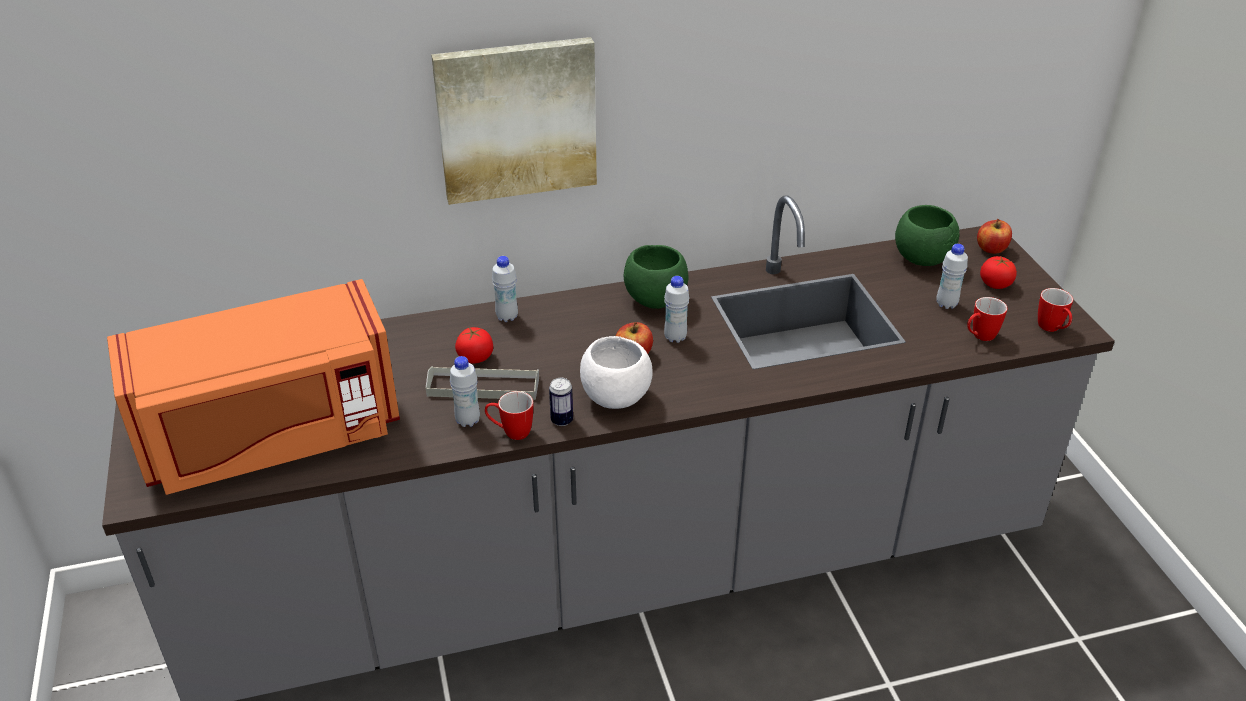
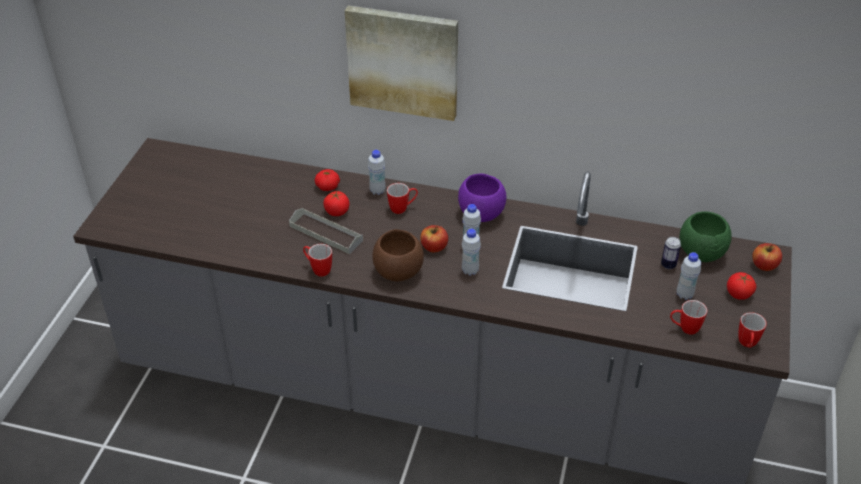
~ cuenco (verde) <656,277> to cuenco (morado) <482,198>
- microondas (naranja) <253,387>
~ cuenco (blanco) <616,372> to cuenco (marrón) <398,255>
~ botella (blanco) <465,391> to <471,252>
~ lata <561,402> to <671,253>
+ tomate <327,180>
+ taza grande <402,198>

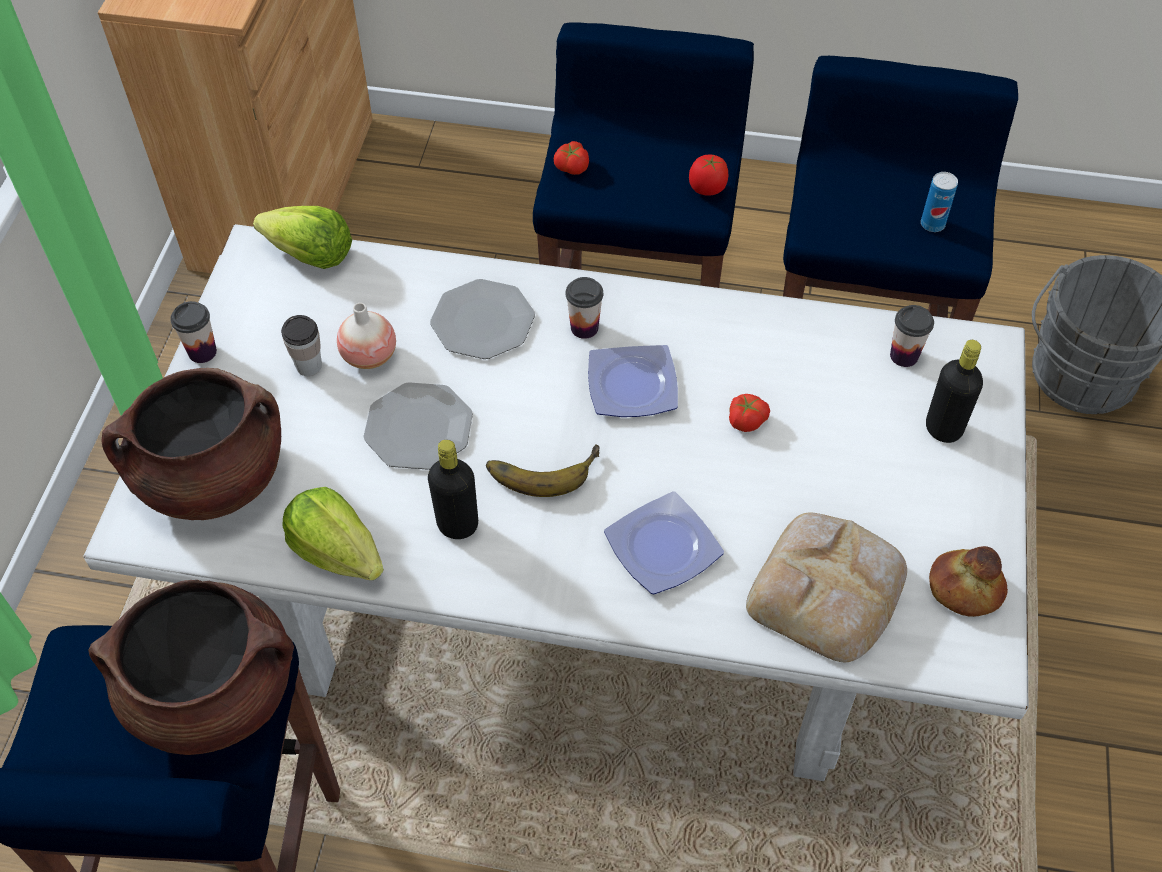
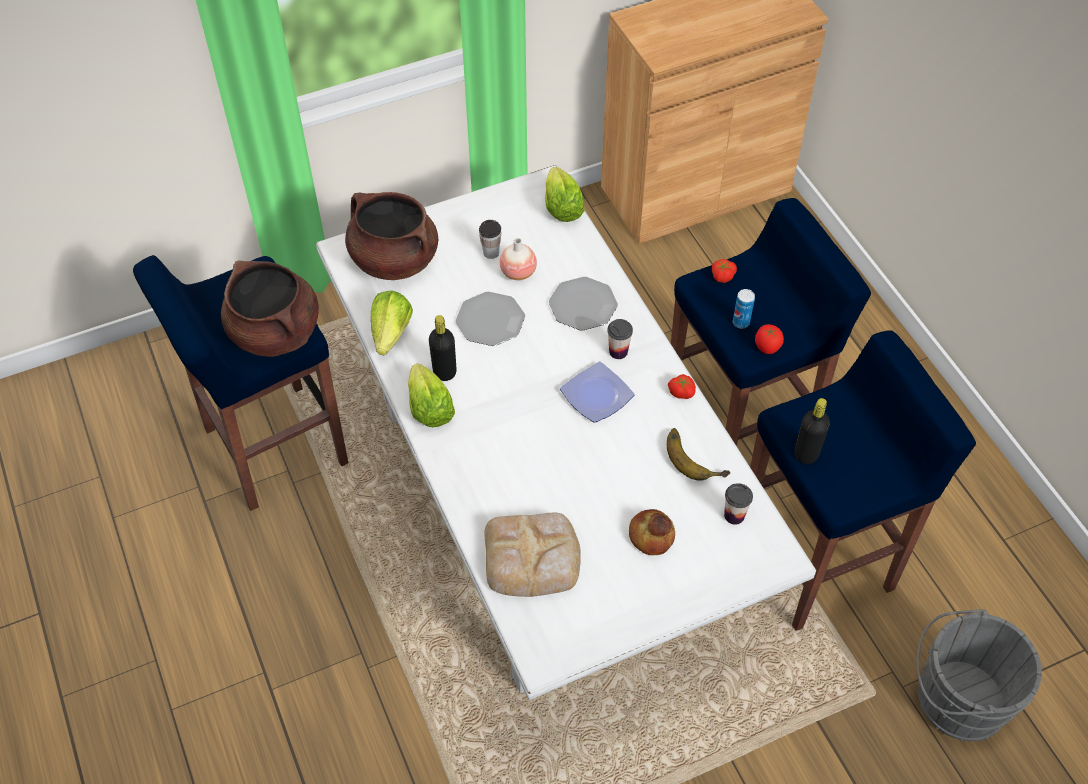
~ lata <939,202> to <744,308>
- taza <193,332>
~ botella (negro) <954,391> to <812,431>
~ tomate <749,413> to <682,386>
~ plátano <543,470> to <698,454>
- plato <664,542>
~ pan <968,581> to <652,532>
+ lechuga <431,395>

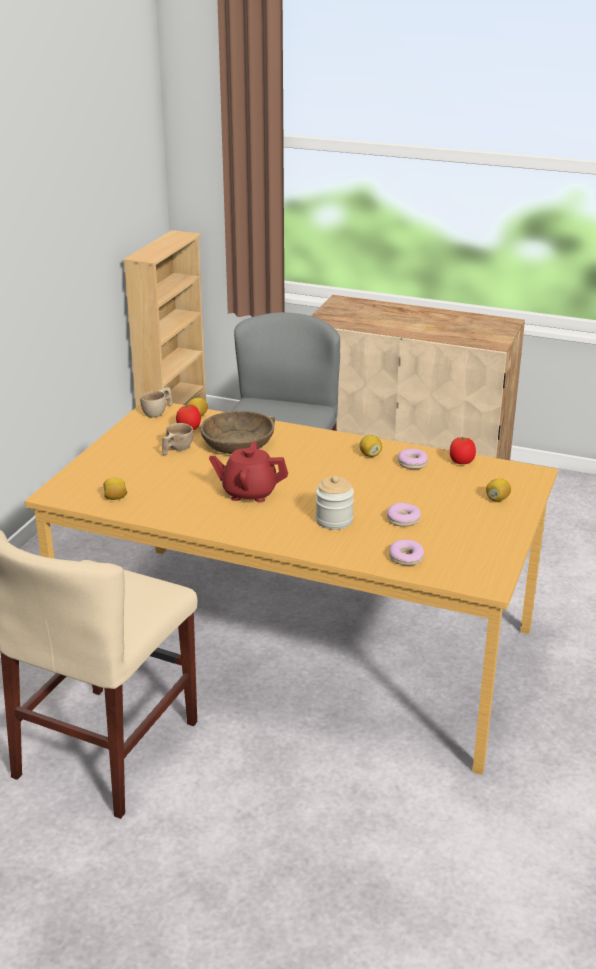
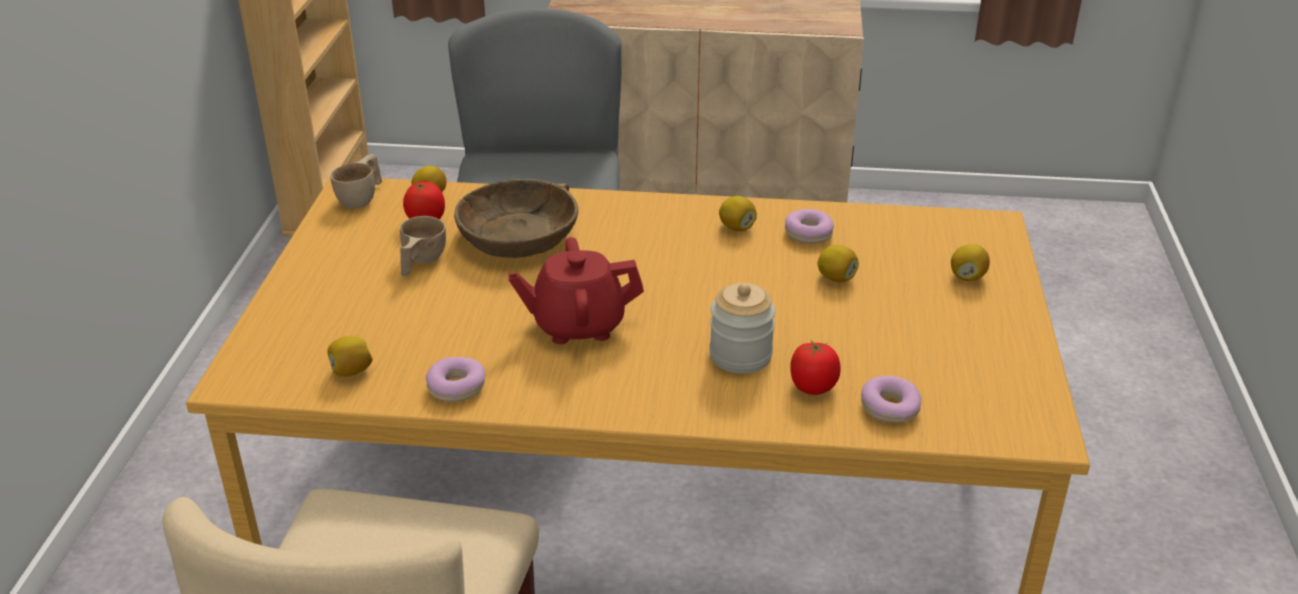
~ tomate <463,450> to <815,368>
~ rosquilla <404,515> to <455,379>
+ limón <838,263>

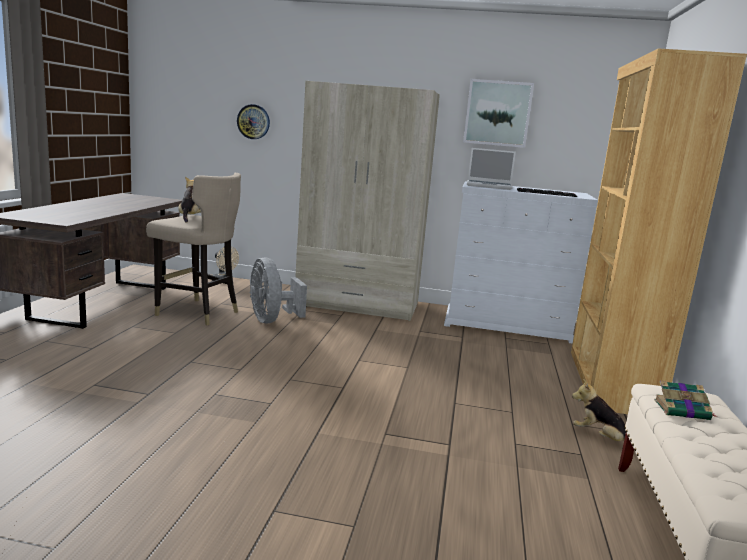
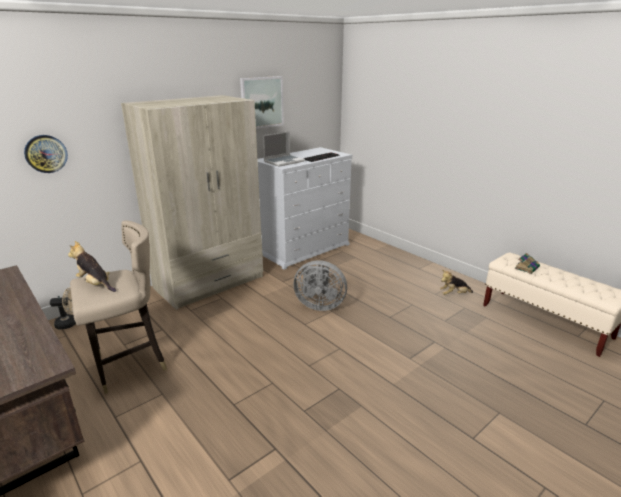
- estantería (marrón) <659,231>
~ ventilador (gris) <278,291> to <320,285>

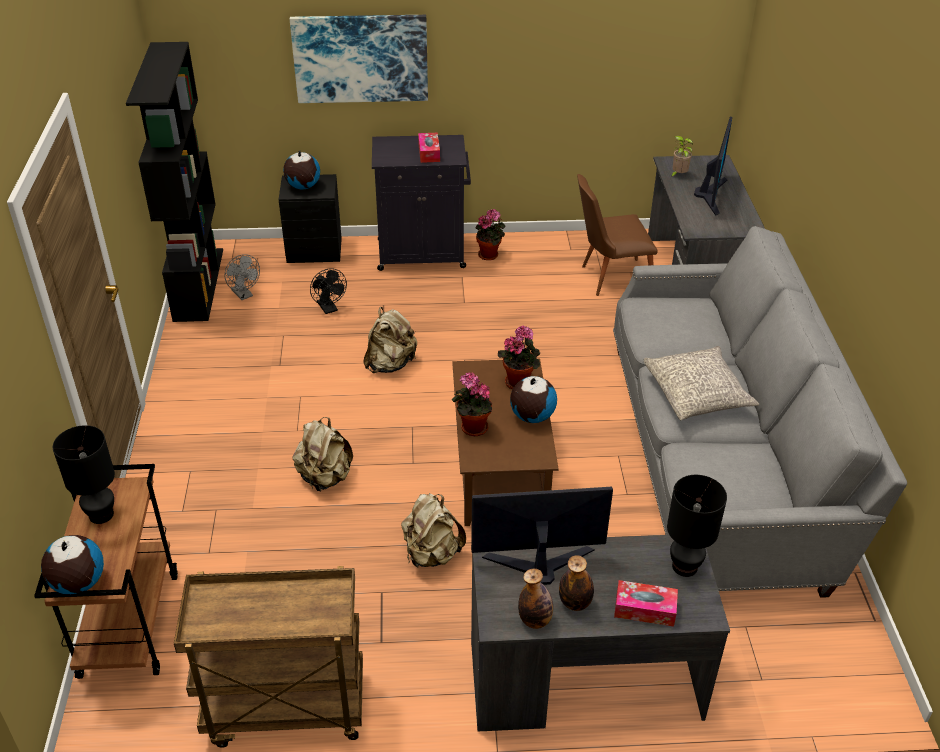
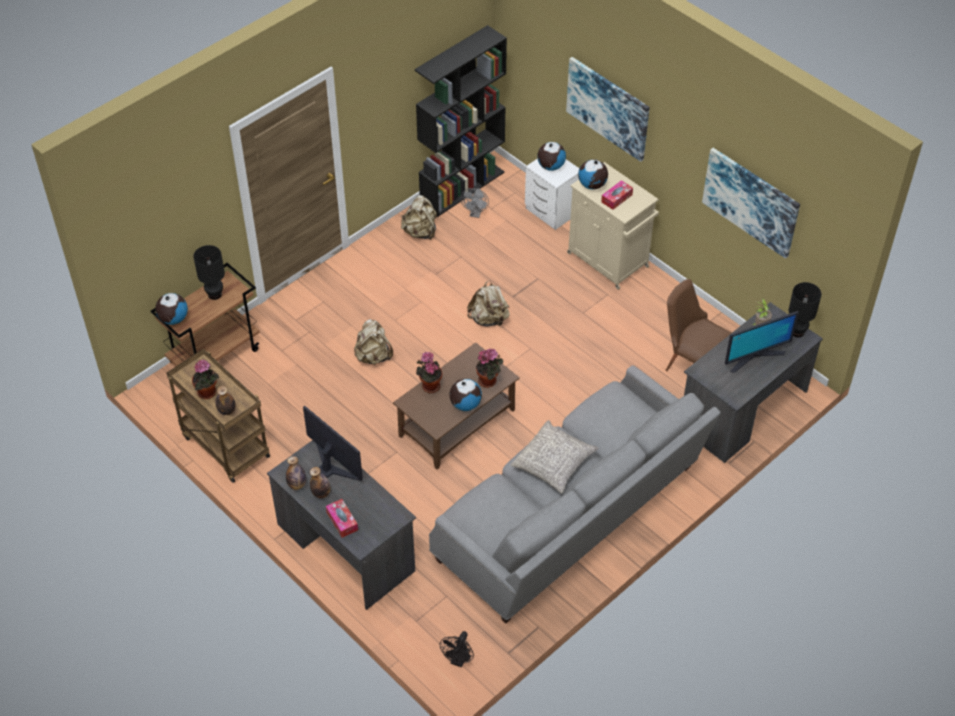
~ armario (negro) <421,203> to armario (beis) <613,226>
~ mesita de noche (negro) <310,218> to mesita de noche (blanco) <552,194>
~ planta en maceta <490,234> to <205,379>
~ ventilador (negro) <328,291> to <457,649>
~ lámpara de mesa (negro) <697,526> to <805,309>
~ mochila (beis) <433,530> to <419,217>
+ cuadro <751,203>
+ globo terráqueo <593,174>
+ botella <226,400>

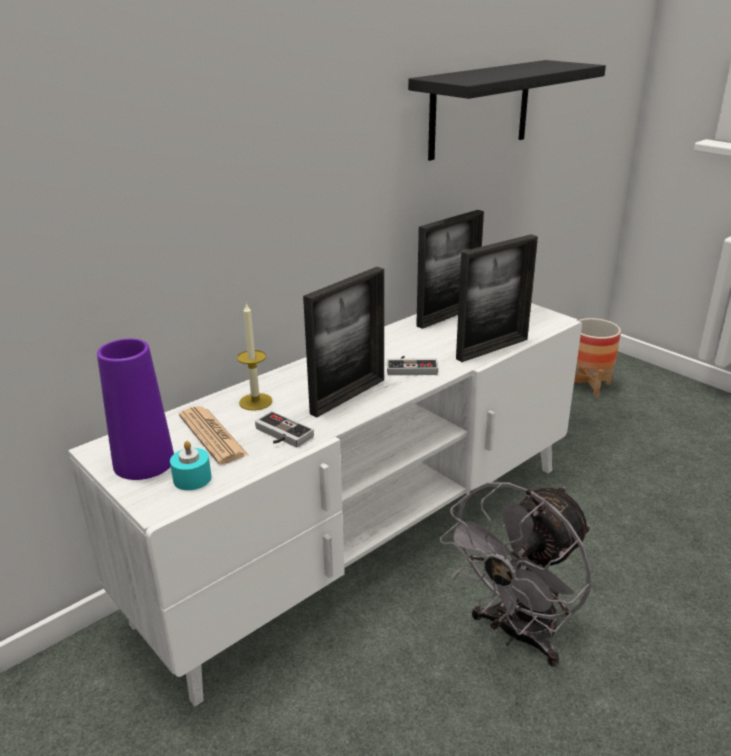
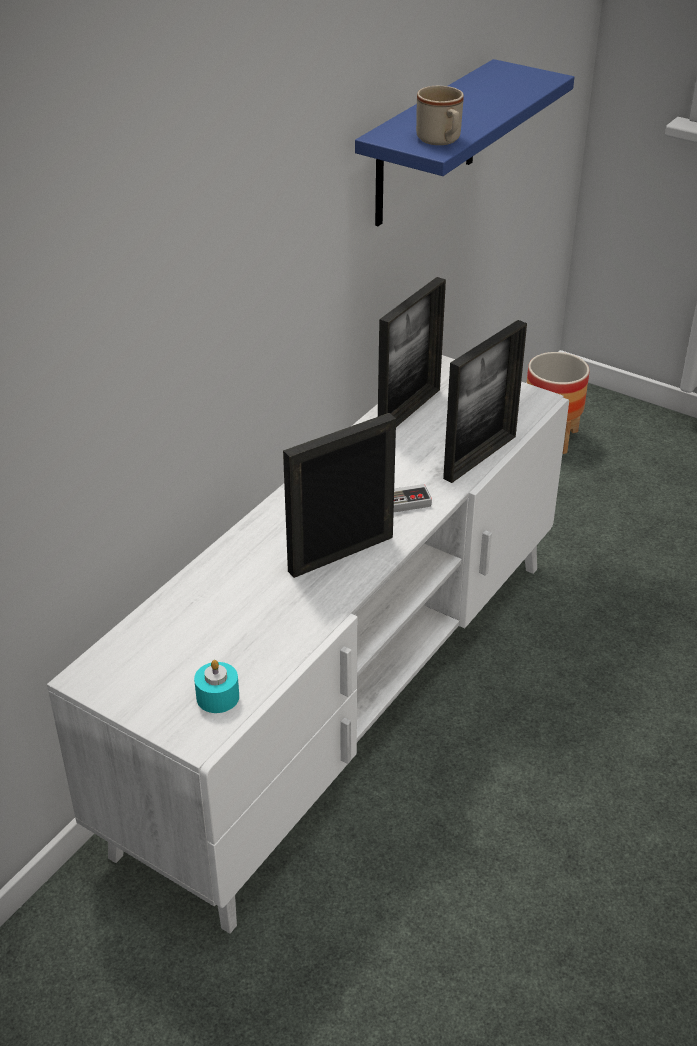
~ estante (negro) <507,110> to estante (azul) <464,142>
~ portarretratos <343,342> = <339,495> 150 degrees counterclockwise
- vela <255,356>
- florero (morado) <135,409>
- periódico <213,435>
- mando de consola <284,429>
- ventilador (gris) <515,574>
+ taza grande (beis) <440,115>

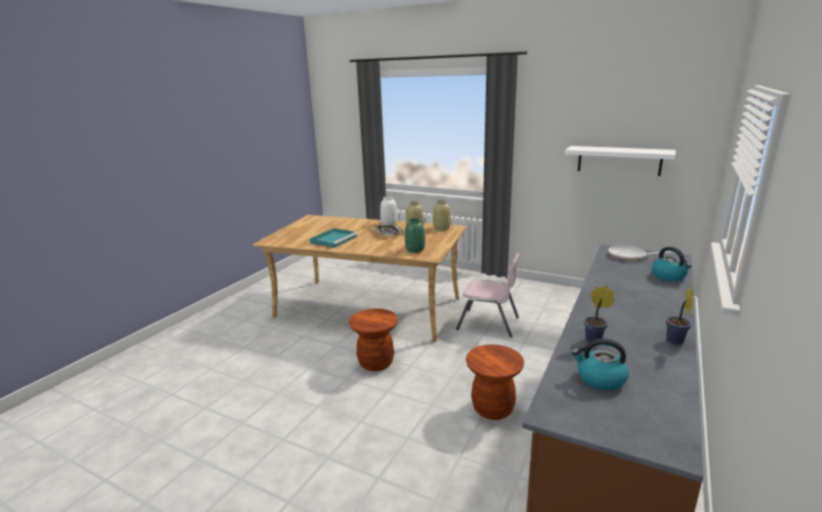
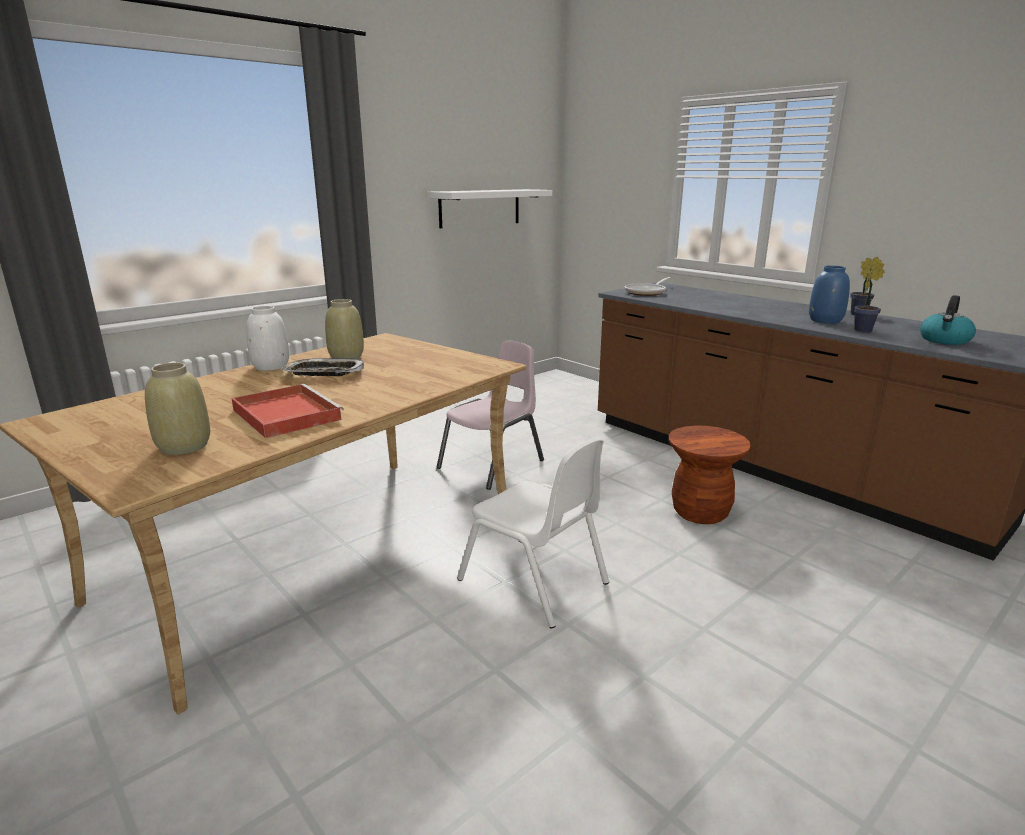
~ florero (beis) <442,215> to <177,409>
- florero (verde) <415,235>
~ bandeja (turquesa) <334,238> to bandeja (rojo) <287,411>
- hervidor <672,264>
~ taburete (marrón) <373,340> to silla (blanco) <533,532>
+ florero (azul) <829,295>

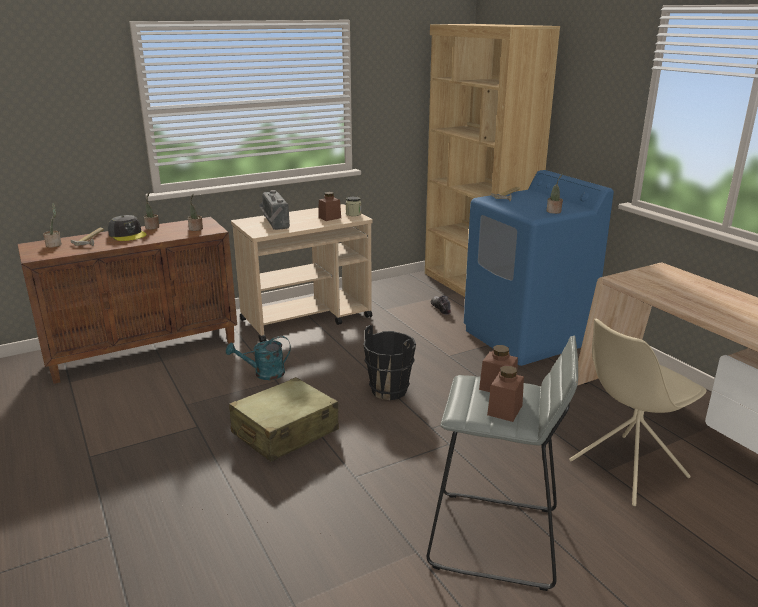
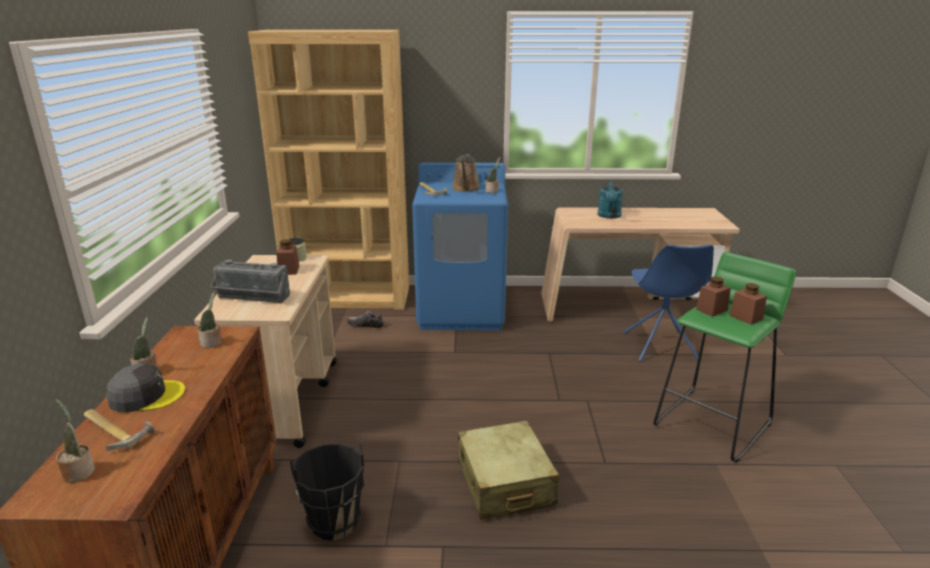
~ silla (beis) <638,412> to silla (azul) <669,303>
~ cubo (negro) <389,362> to <327,492>
~ regadera (turquesa) <258,358> to <610,199>
~ taburete (gris) <502,463> to taburete (verde) <724,357>
+ regadera (marrón) <466,173>

